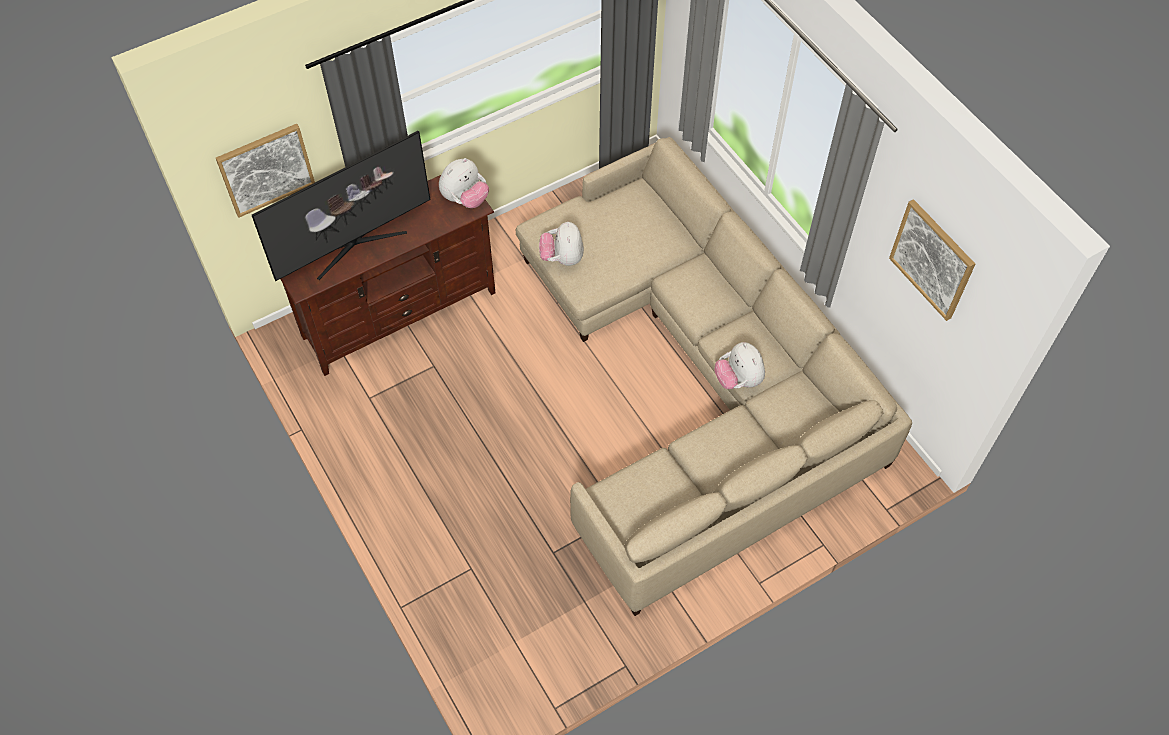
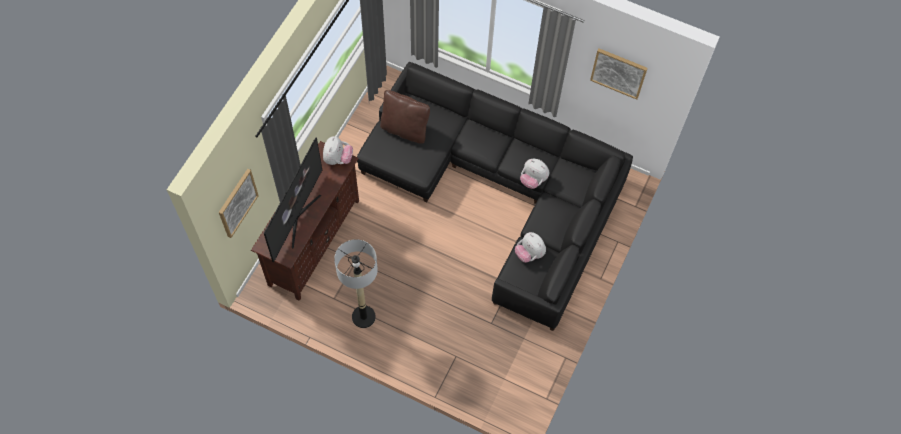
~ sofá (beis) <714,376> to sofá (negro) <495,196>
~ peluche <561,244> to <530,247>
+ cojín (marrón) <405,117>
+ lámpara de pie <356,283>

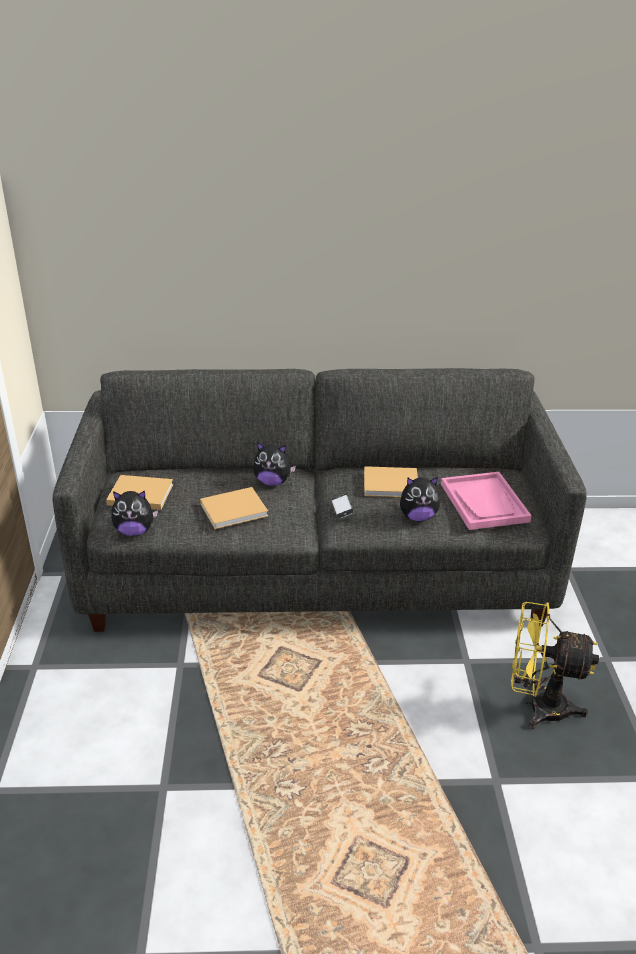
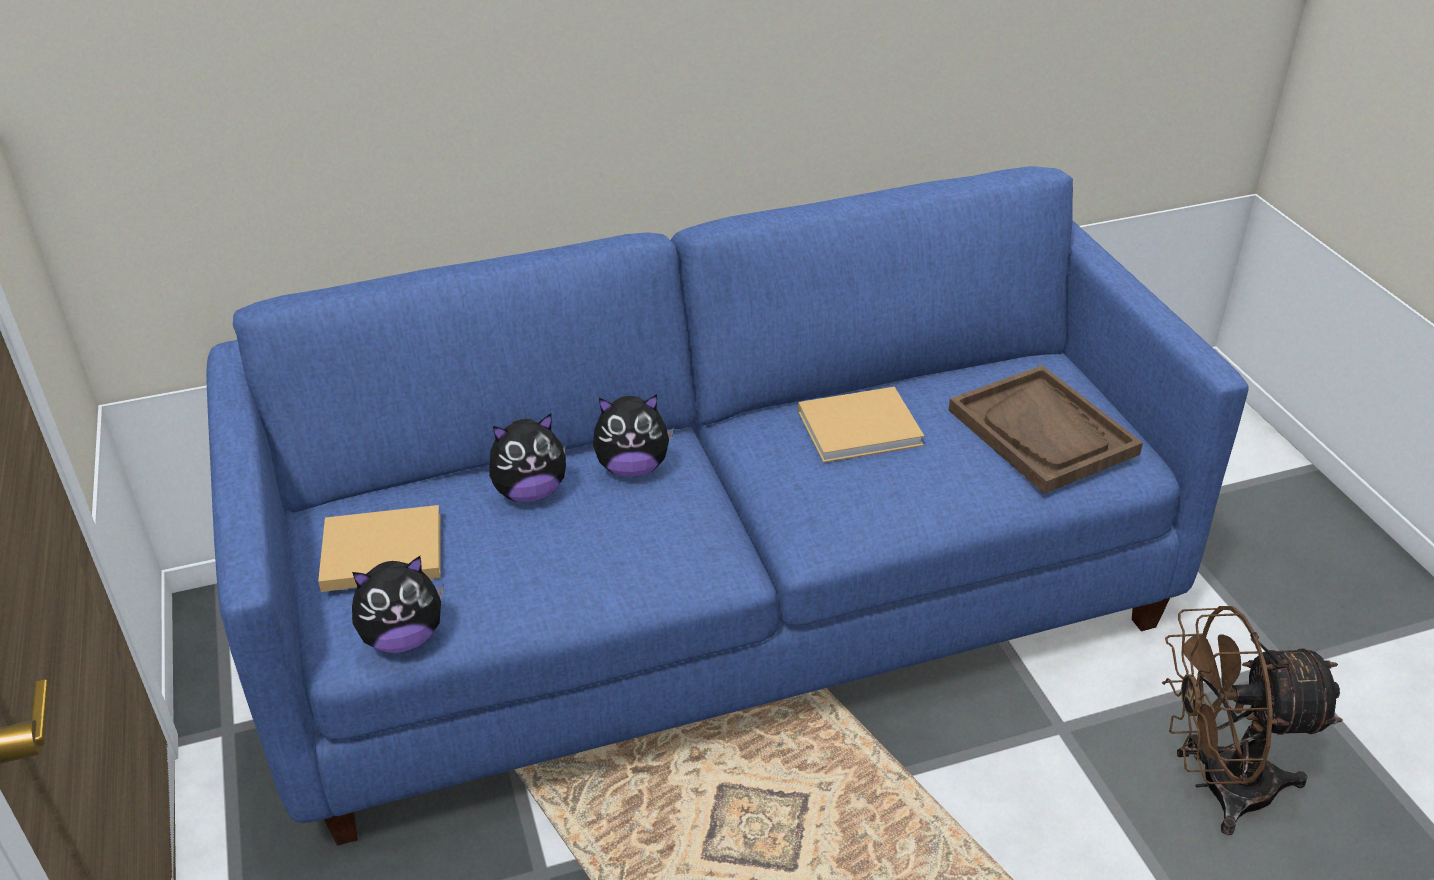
~ sofá (gris) <319,500> to sofá (azul) <727,506>
~ bandeja (rosa) <486,501> to bandeja (marrón) <1046,429>
~ peluche <420,499> to <527,458>
- libro (beis) <234,508>
- móvil <342,506>
~ ventilador (amarillo) <555,665> to ventilador (marrón) <1252,720>

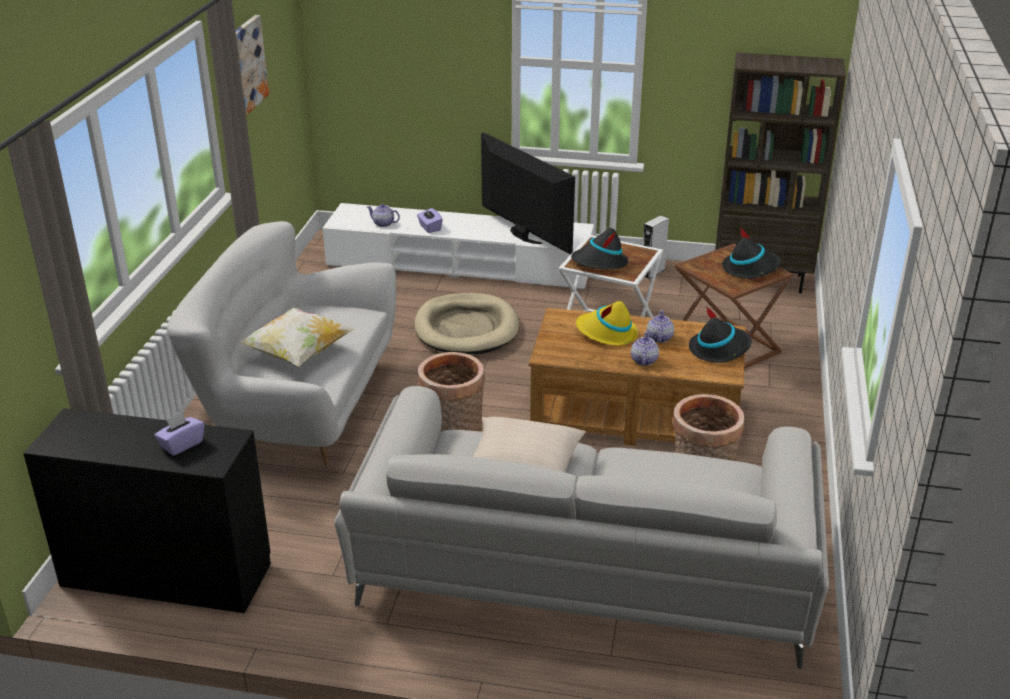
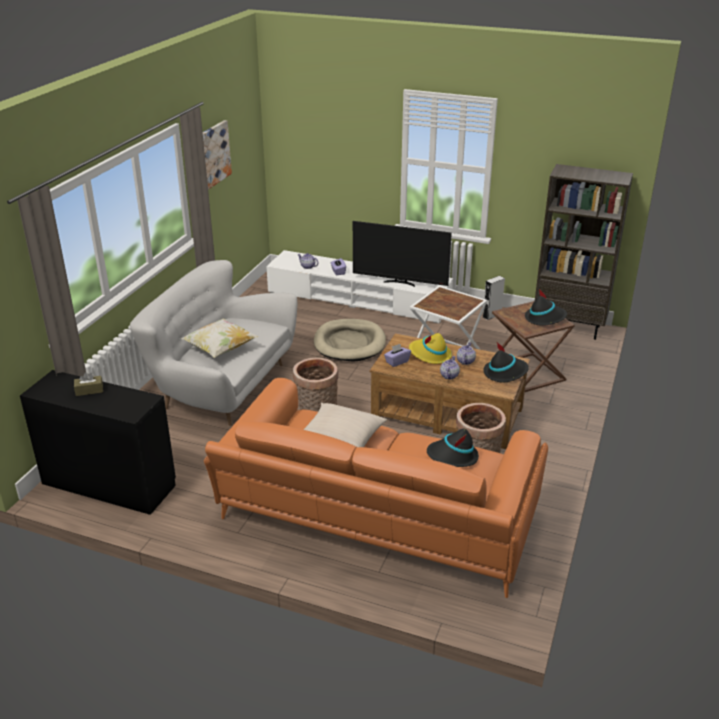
~ televisor <528,193> = <402,254> 135 degrees clockwise
~ sombrero (negro) <599,248> to <453,448>
~ sofá (gris) <581,527> to sofá (naranja) <376,488>
~ caja de pañuelos (morado) <179,434> to <397,355>
+ caja de pañuelos (marrón) <88,384>

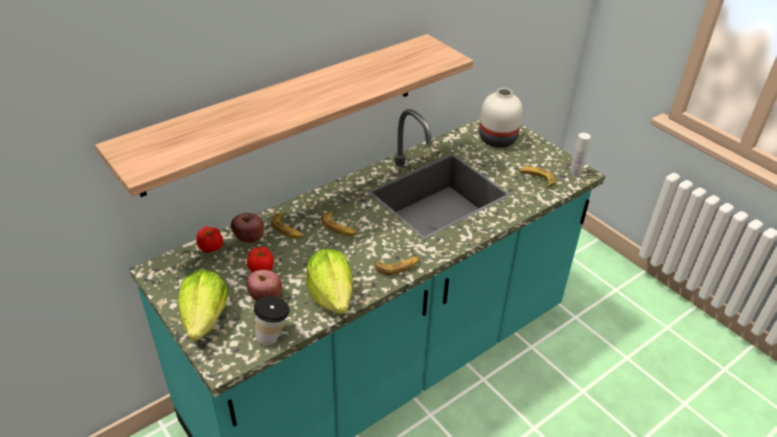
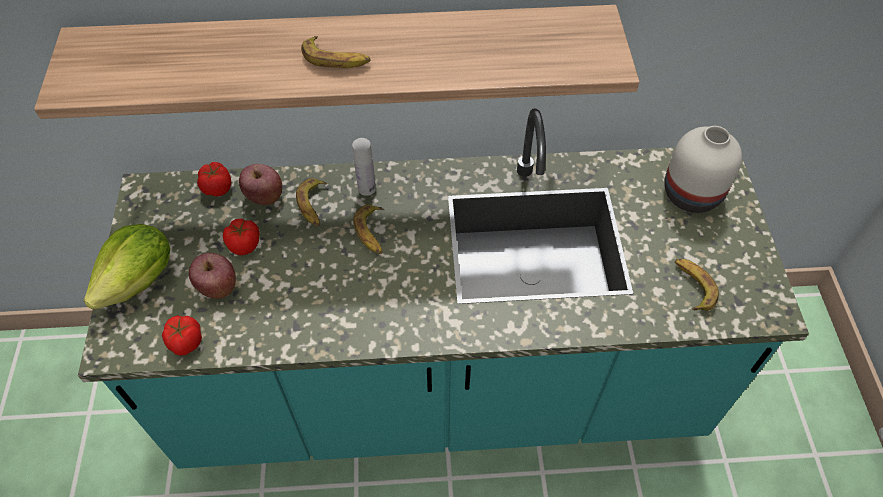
~ botella (blanco) <580,154> to <364,167>
- lechuga <329,281>
~ plátano <397,266> to <336,52>
~ taza <272,320> to tomate <182,335>

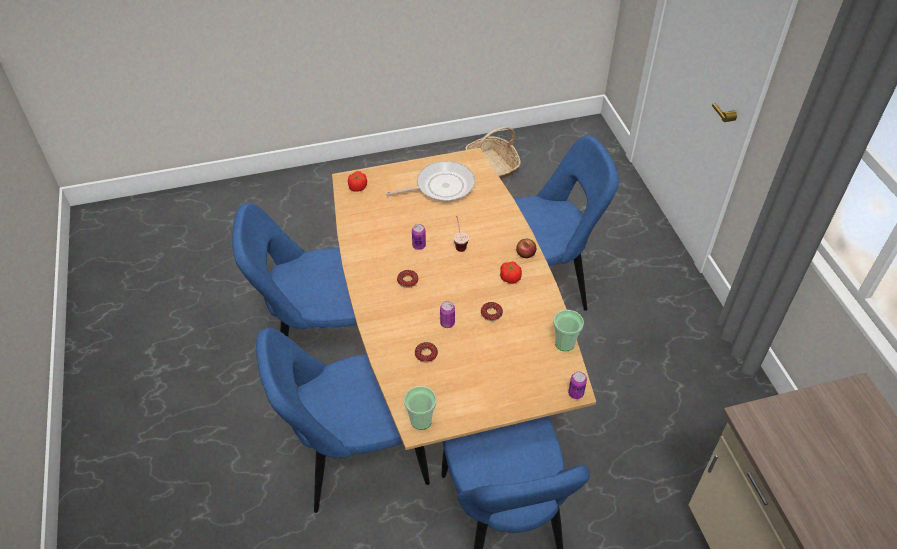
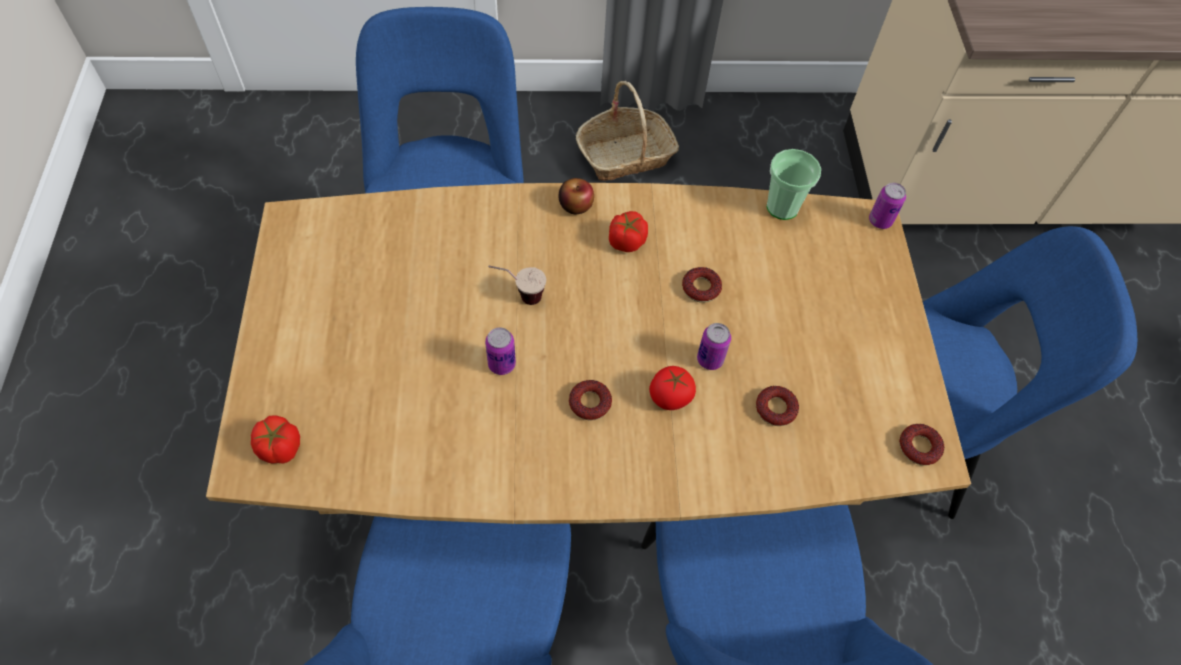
~ cesta <493,152> to <627,131>
- sartén <430,181>
~ taza <420,408> to rosquilla <921,445>
+ tomate <672,388>

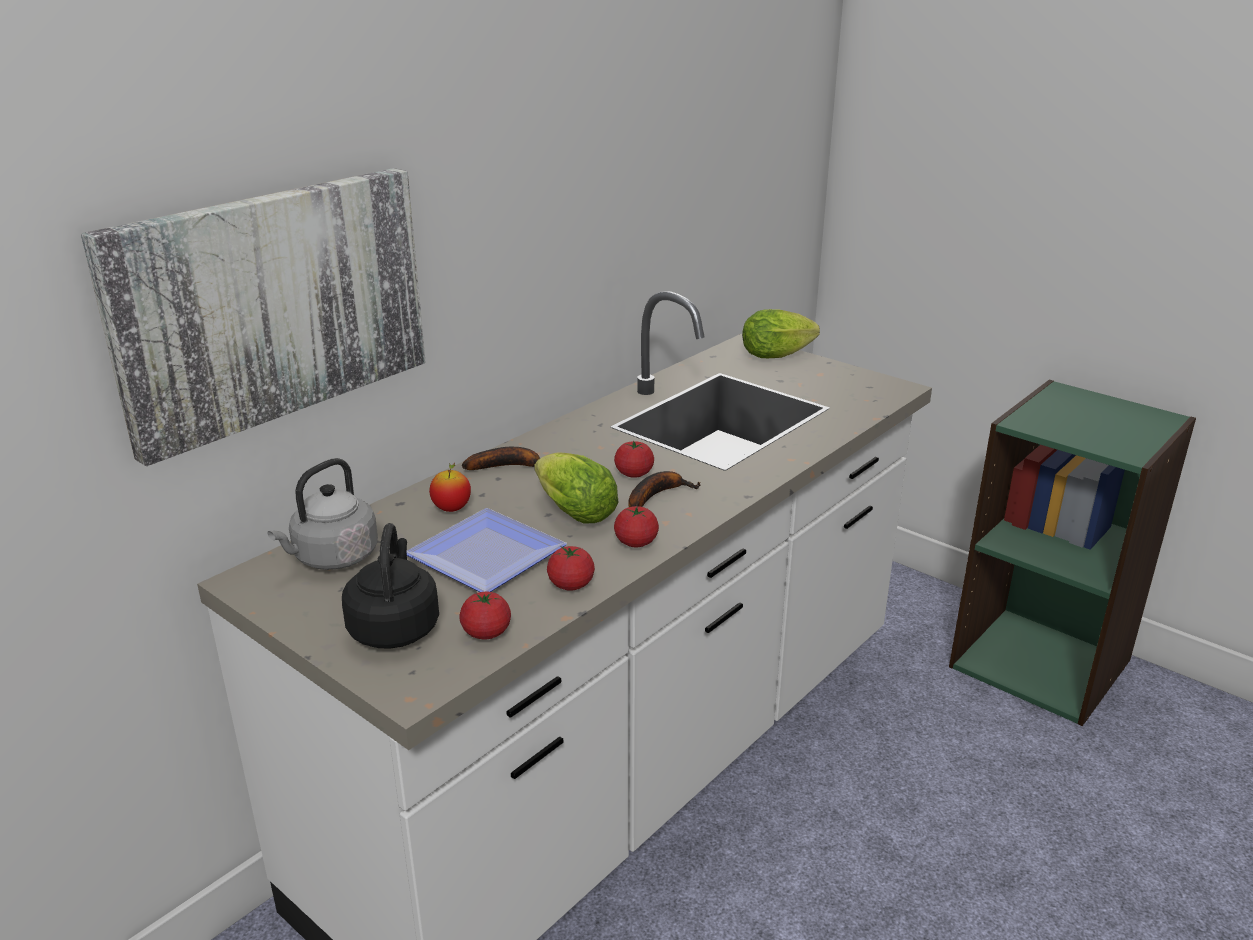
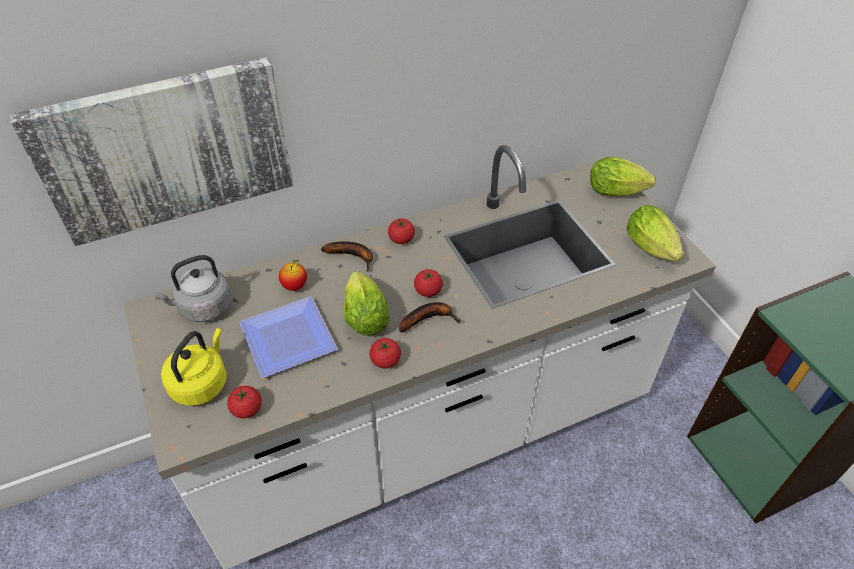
~ hervidor (negro) <390,586> to hervidor (amarillo) <194,367>
~ tomate <571,568> to <401,231>
+ lechuga <655,233>

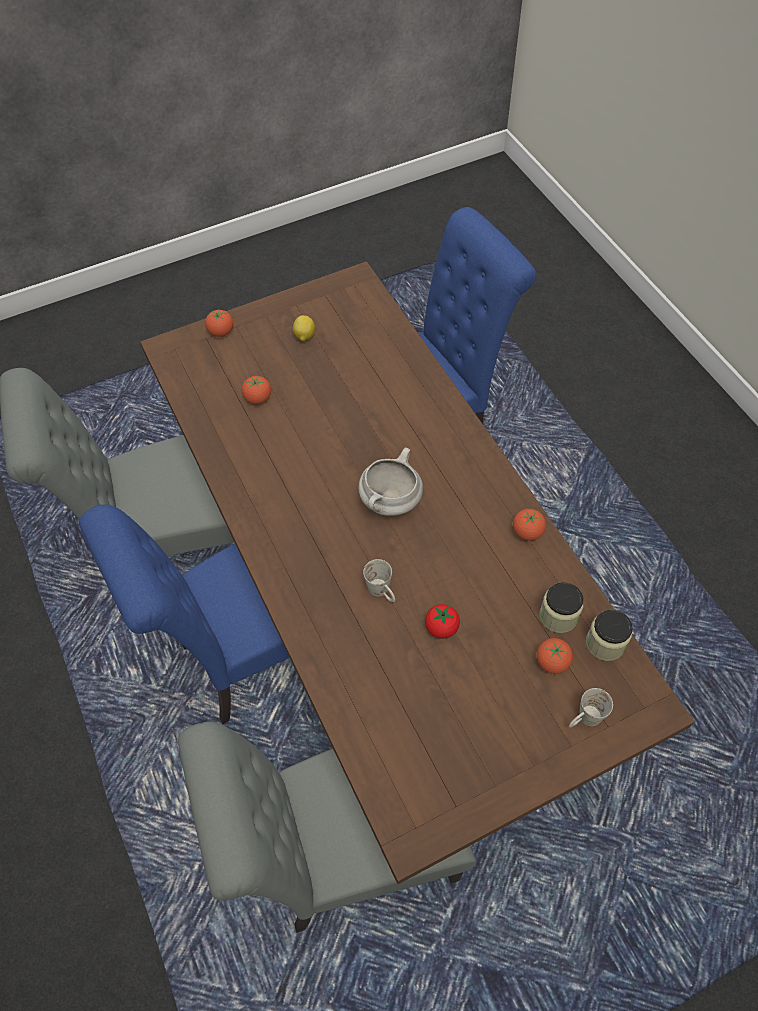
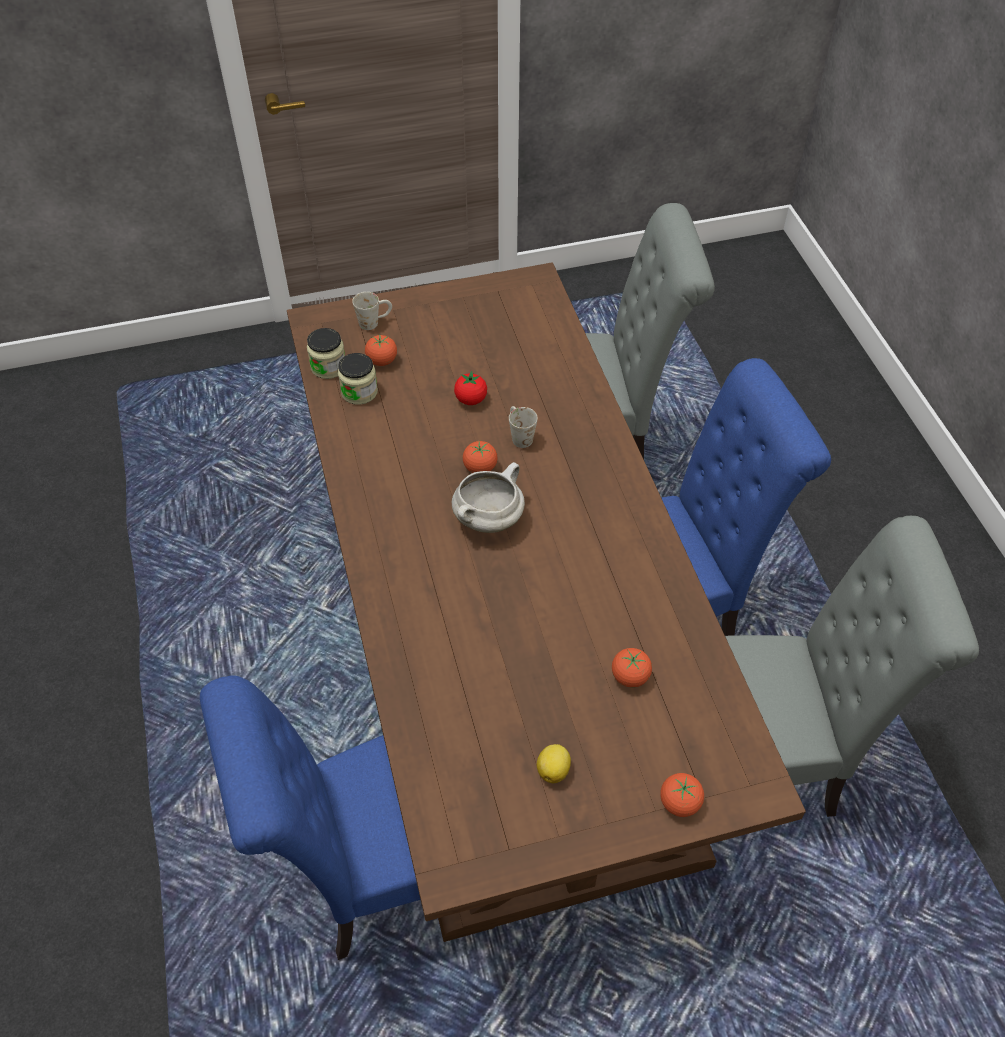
~ tomate <529,525> to <480,456>

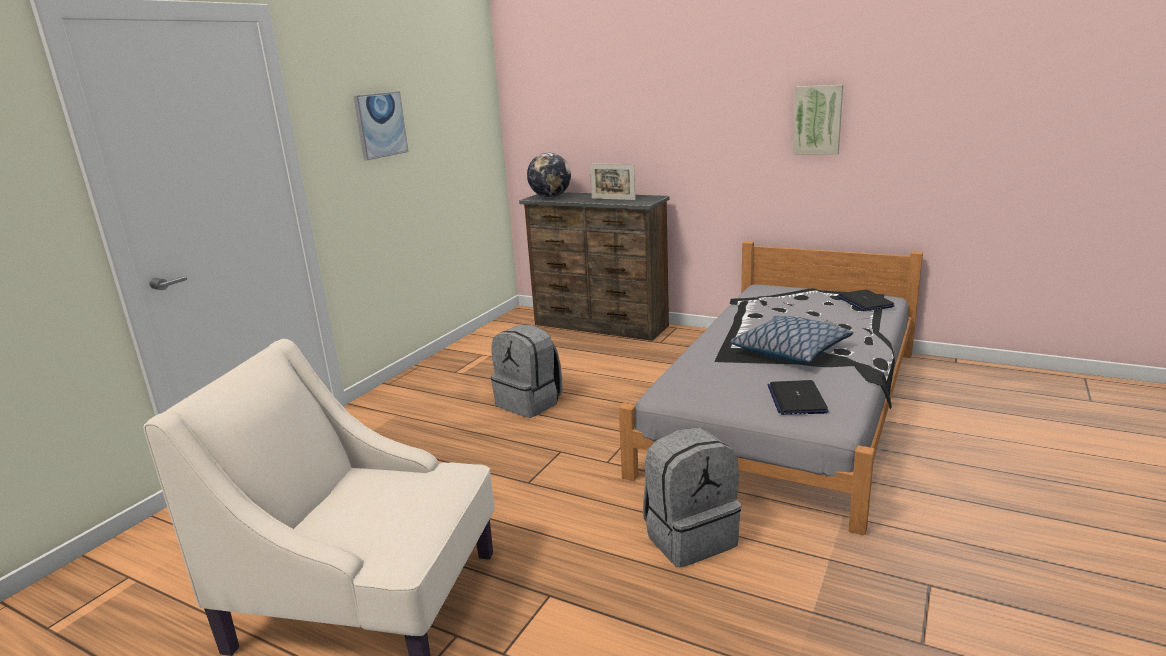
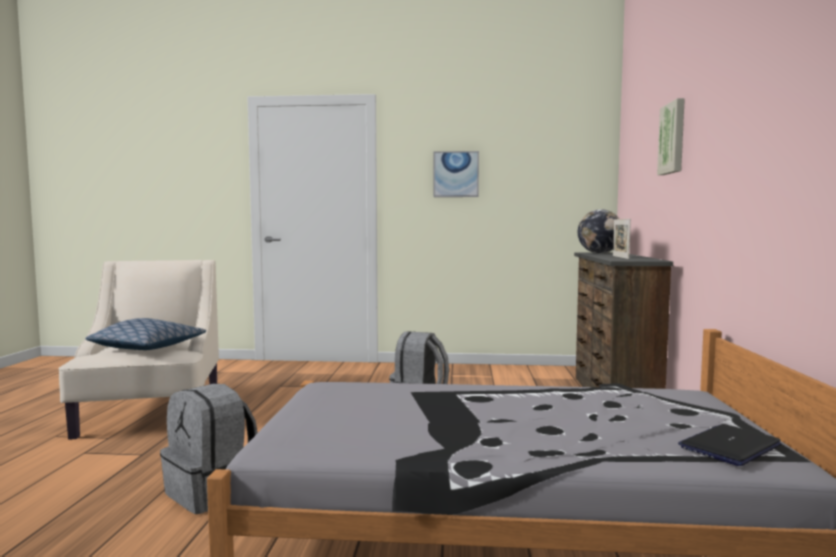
~ cuadro <817,120> to <671,136>
~ cojín <791,340> to <145,334>
- portátil <798,397>

